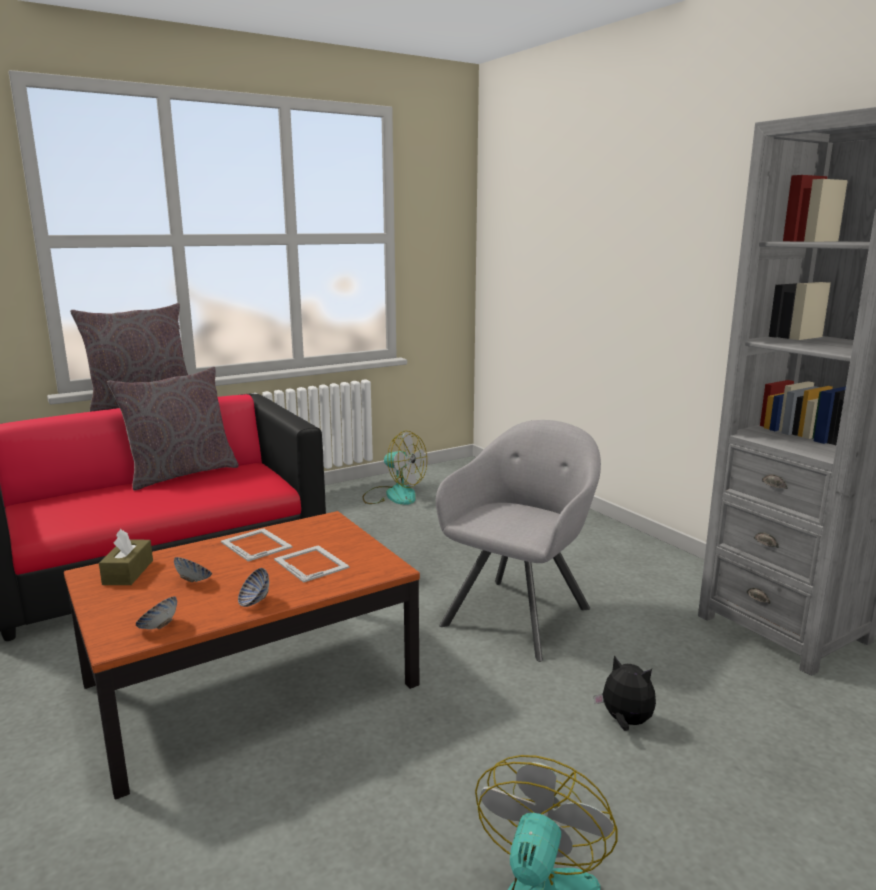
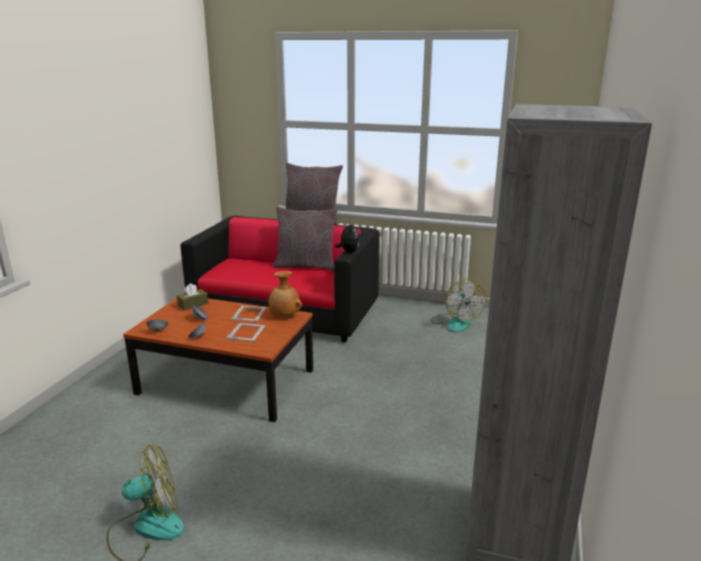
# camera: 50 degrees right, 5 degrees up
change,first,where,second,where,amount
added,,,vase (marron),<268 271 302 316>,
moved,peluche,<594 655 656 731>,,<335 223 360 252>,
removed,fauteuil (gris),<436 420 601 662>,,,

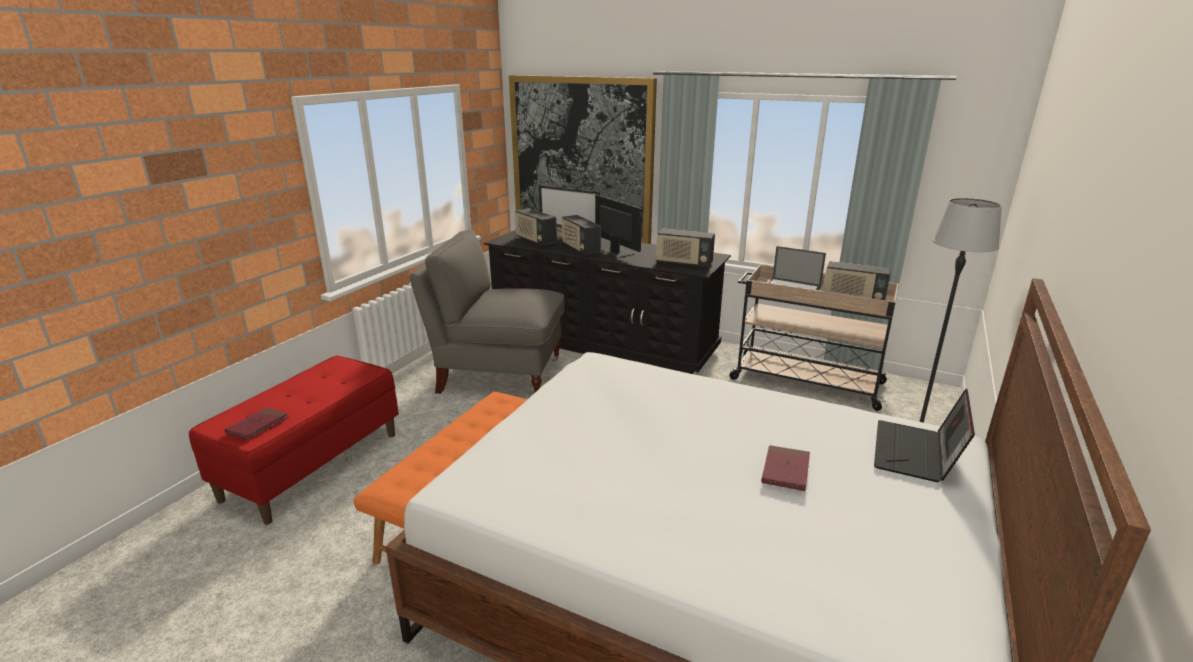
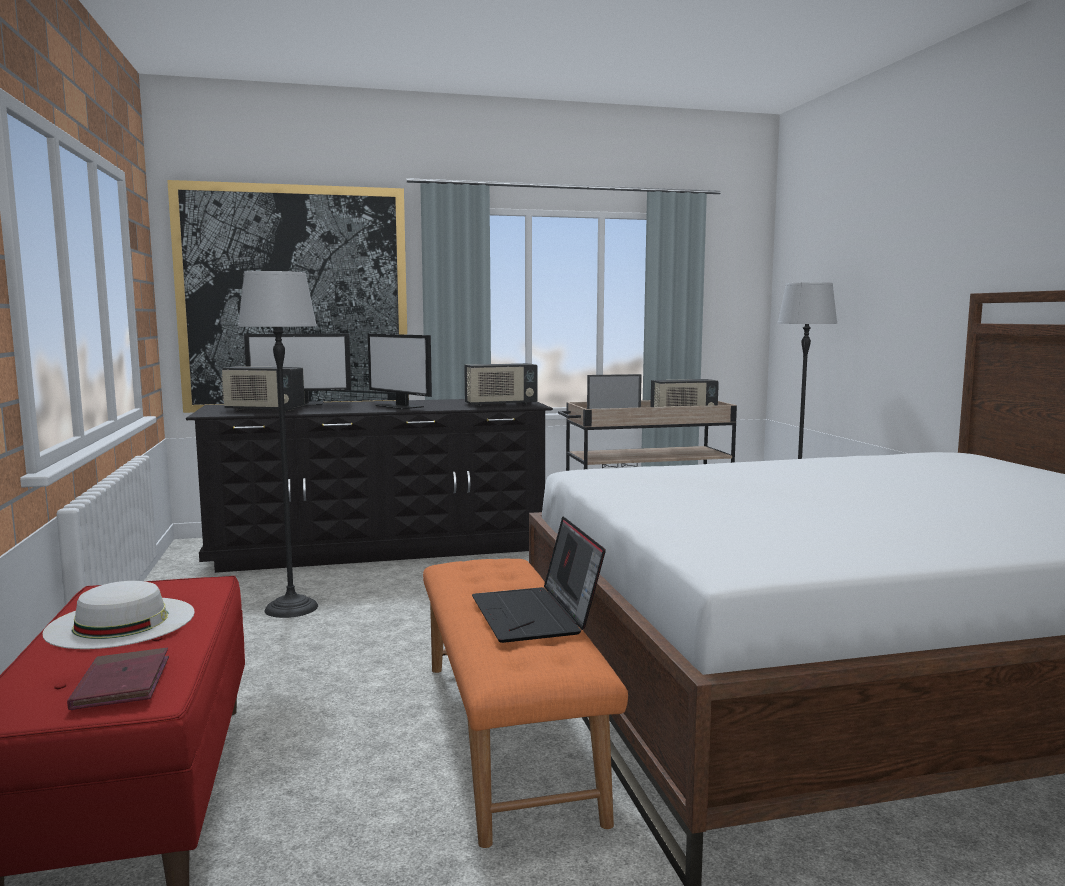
# camera: 40 degrees left, 15 degrees down
change,first,where,second,where,amount
added,,,chapeau (blanc),<42 581 195 649>,
replaced,fauteuil (gris),<410 229 565 394>,lampadaire,<238 271 318 618>,
turned,écran d'ordinateur,<595 195 642 258>,,<368 334 432 409>,150 degrees counterclockwise
moved,ordinateur portable,<874 389 975 482>,,<472 517 606 643>,
removed,radio,<561 215 601 255>,,,
removed,livre (rouge),<761 445 810 491>,,,

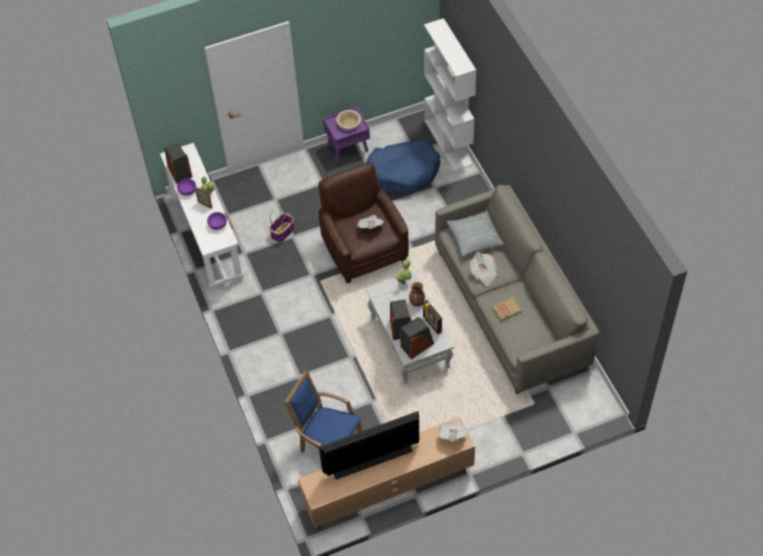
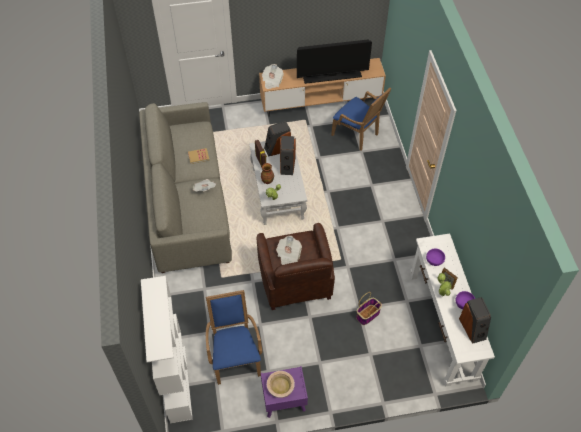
# camera: 170 degrees left, 0 degrees up
change,first,where,second,where,amount
replaced,panier pour chien (bleu),<366 140 440 194>,fauteuil (bleu),<206 290 262 385>,
removed,coussin,<446 211 504 257>,,,

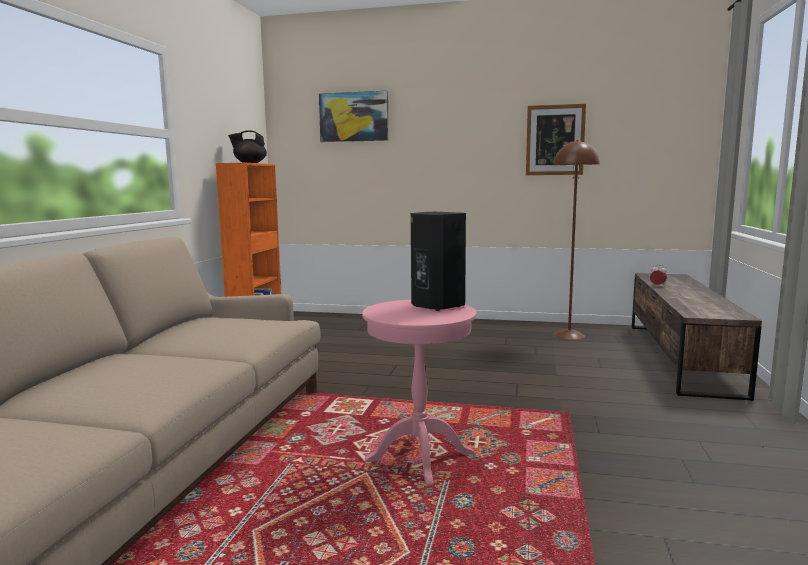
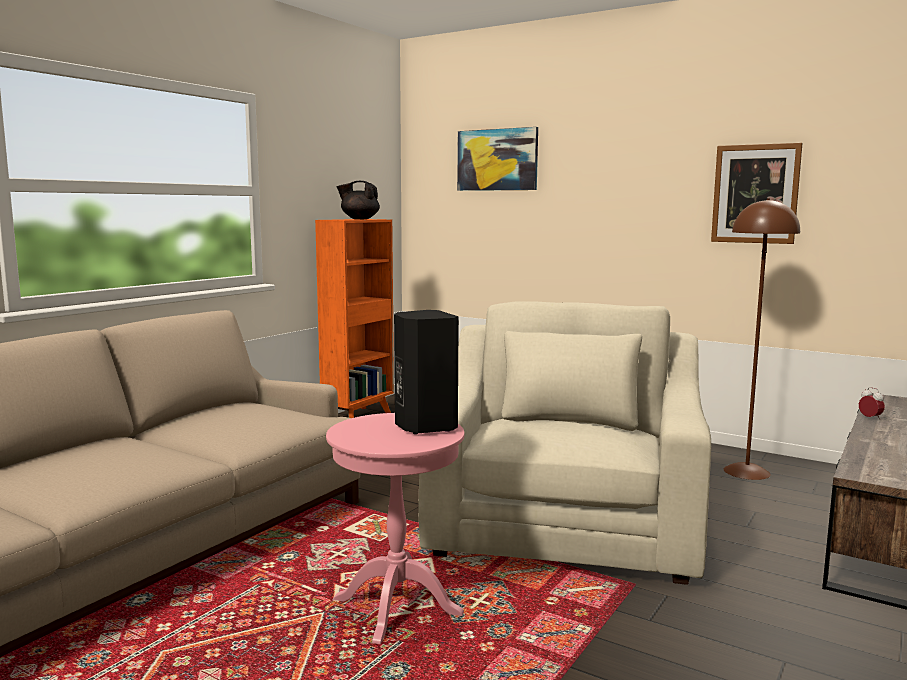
# camera: 20 degrees right, 0 degrees up
change,first,where,second,where,amount
added,,,fauteuil (beige),<418 301 711 585>,

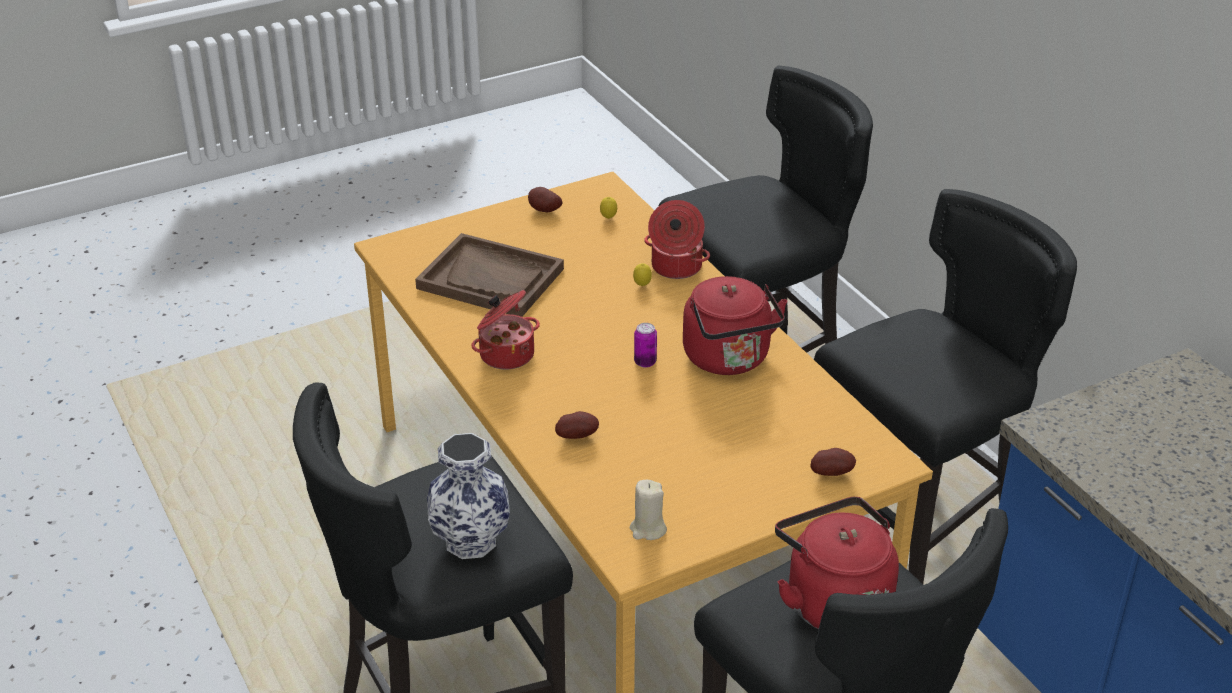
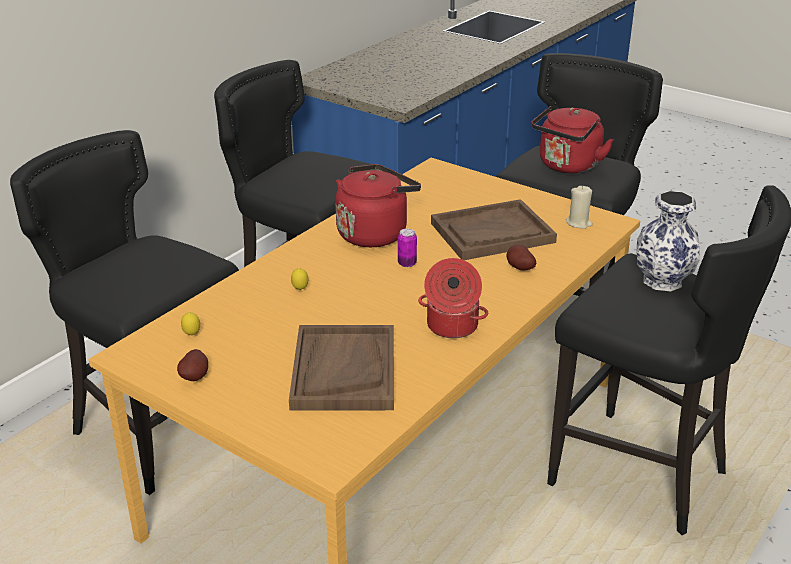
# camera: 115 degrees left, 5 degrees down
change,first,where,second,where,amount
added,,,plateau (marron),<431 199 557 260>,
removed,marmite,<644 200 710 279>,,,
removed,pomme de terre,<810 448 856 476>,,,

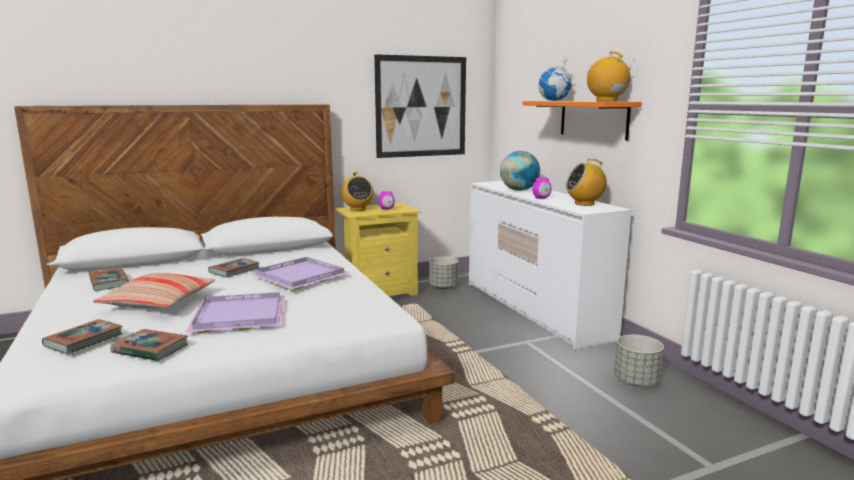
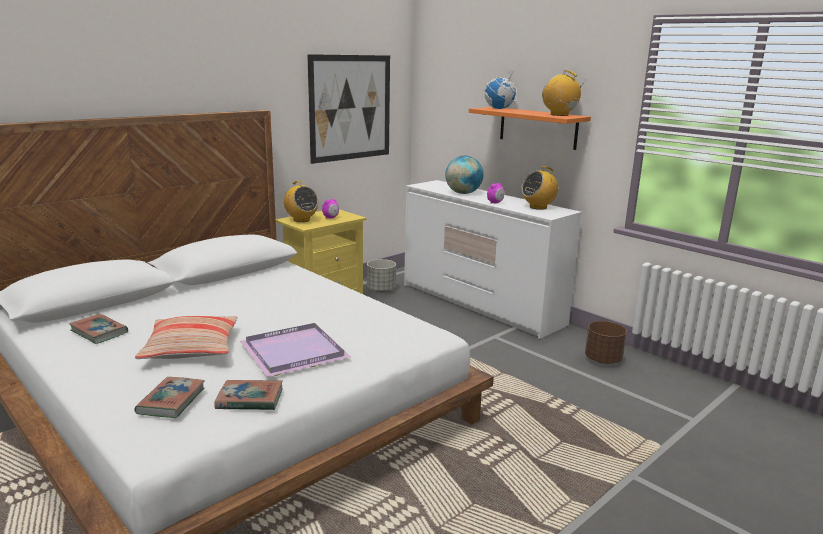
# camera: 20 degrees left, 5 degrees up
change,first,where,second,where,amount
recoloured,cache-pot (gris),<614 335 664 386>,cache-pot (marron),<585 321 627 364>,
removed,livre,<208 258 260 277>,,,
removed,plateau (violet),<251 257 350 290>,,,

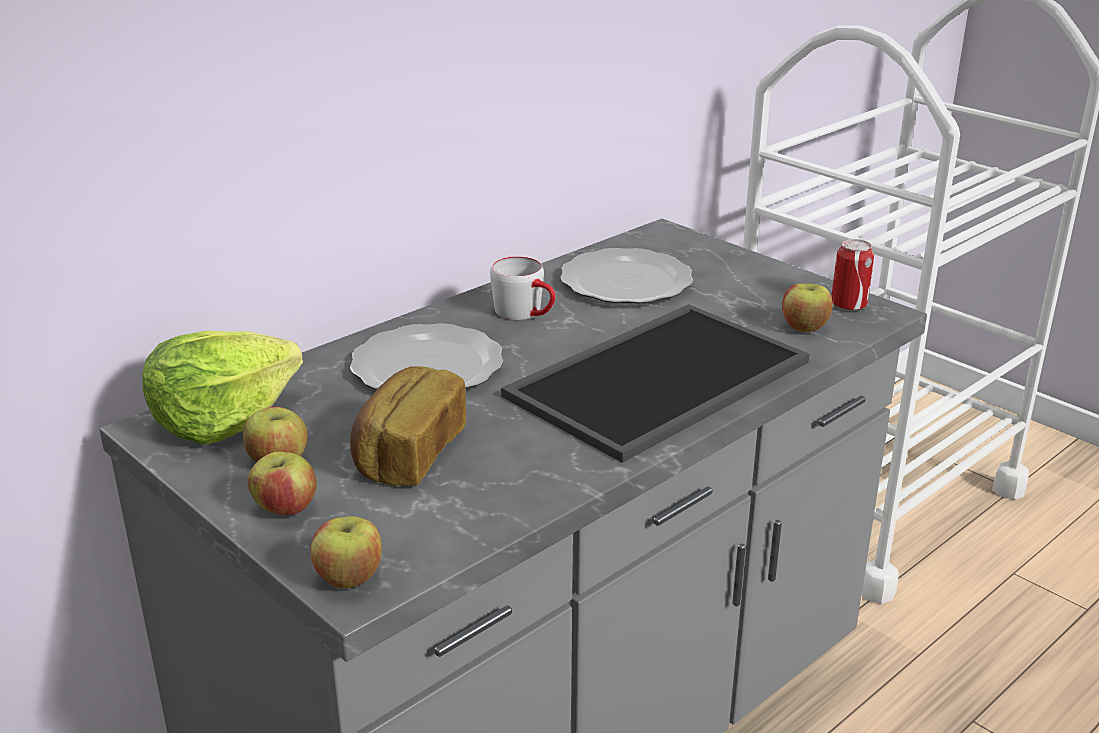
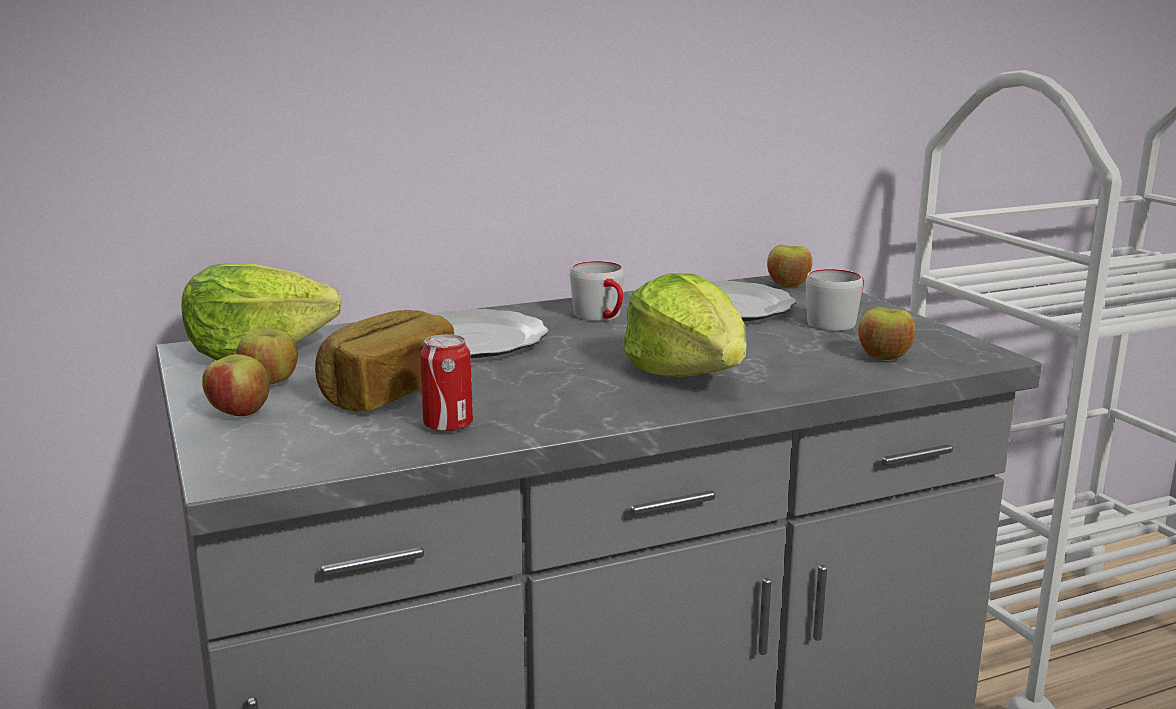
# camera: 20 degrees right, 10 degrees down
change,first,where,second,where,amount
moved,boîte métallique,<831 239 874 311>,,<420 334 473 433>,
replaced,plateau,<501 304 809 463>,laitue,<622 273 746 377>,
moved,pomme,<310 516 382 588>,,<767 245 812 287>,
added,,,mug (gris),<806 269 864 331>,

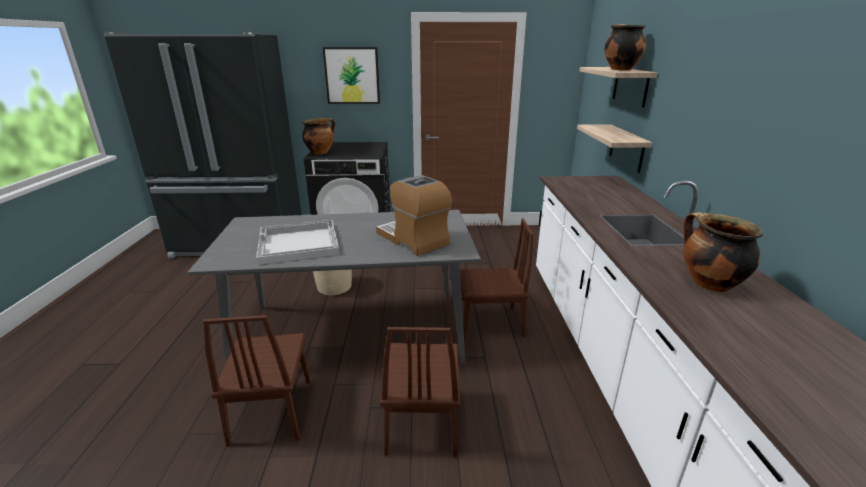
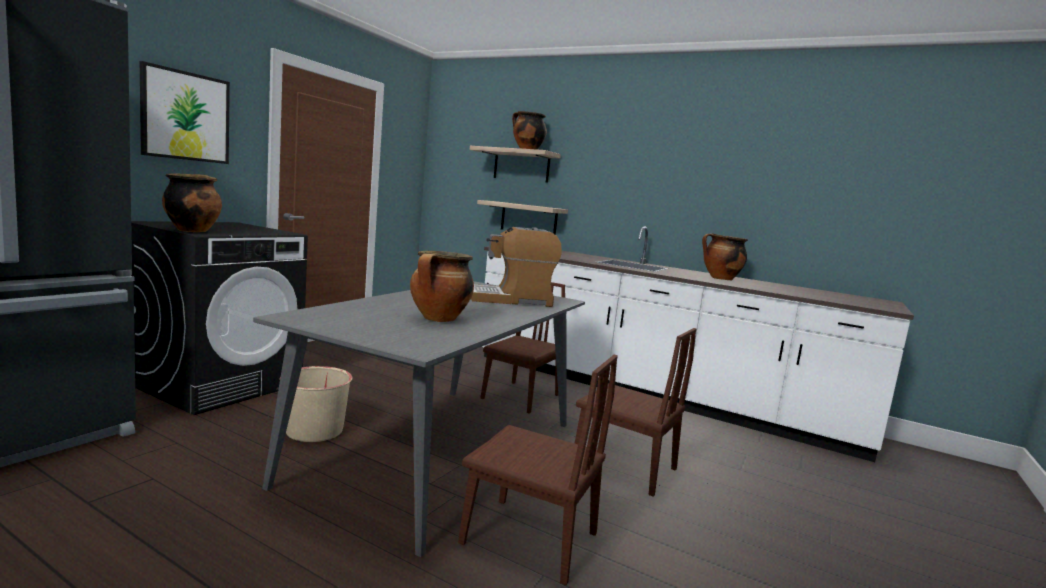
# camera: 60 degrees left, 15 degrees down
change,first,where,second,where,amount
replaced,plateau (blanc),<256 220 340 265>,marmite,<410 251 474 322>,

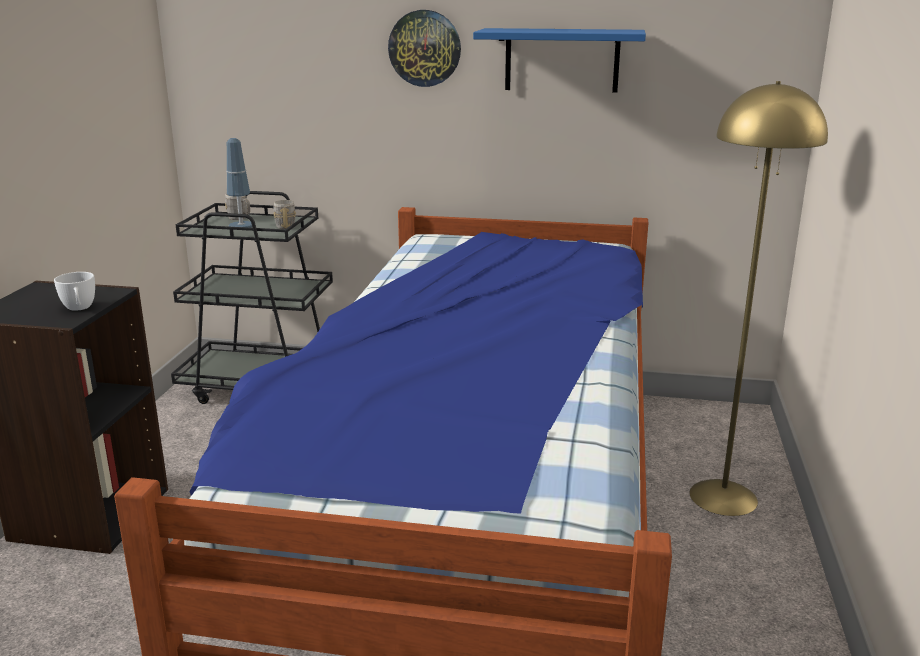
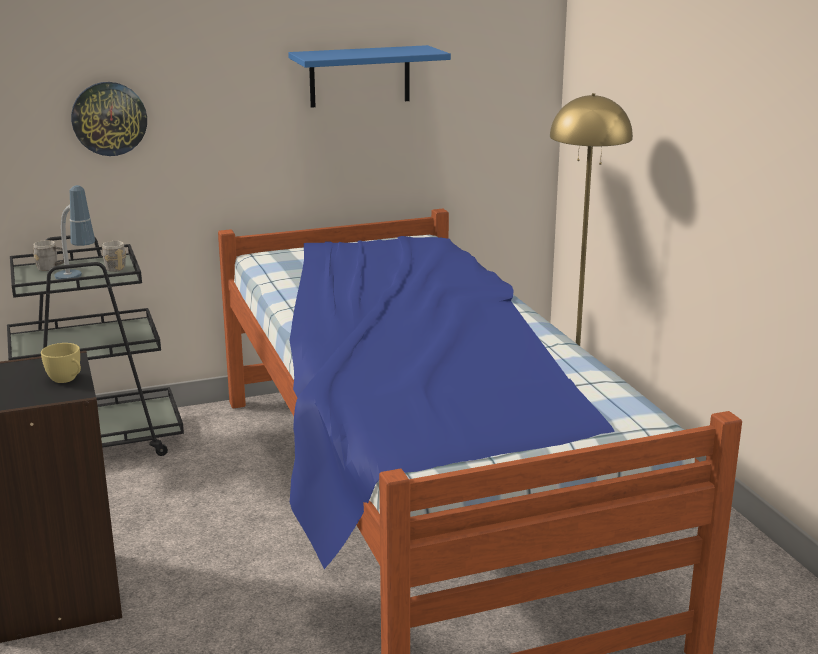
# camera: 30 degrees left, 0 degrees up
change,first,where,second,where,amount
recoloured,tasse (blanc),<54 272 95 311>,tasse (jaune),<41 343 81 383>,
moved,horloge murale,<388 10 461 87>,,<71 82 147 156>,

